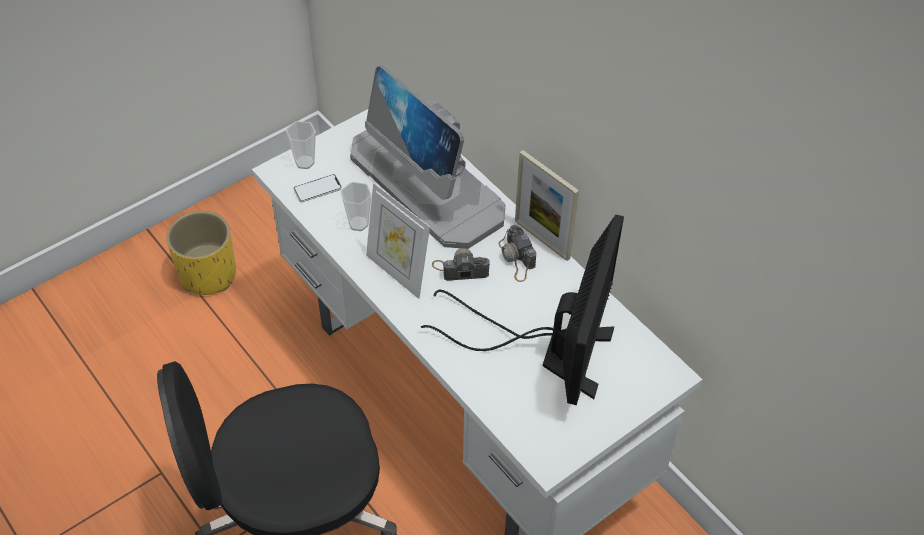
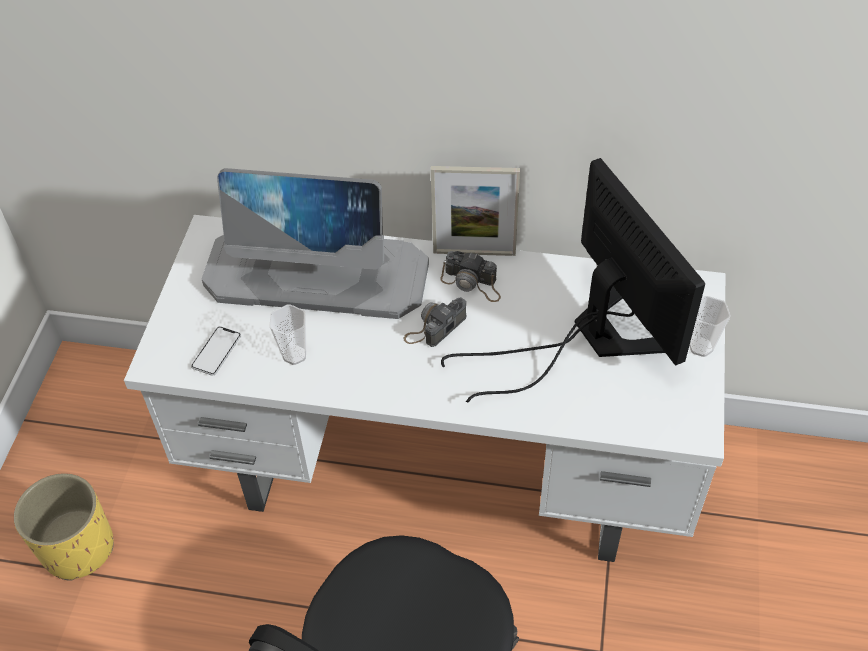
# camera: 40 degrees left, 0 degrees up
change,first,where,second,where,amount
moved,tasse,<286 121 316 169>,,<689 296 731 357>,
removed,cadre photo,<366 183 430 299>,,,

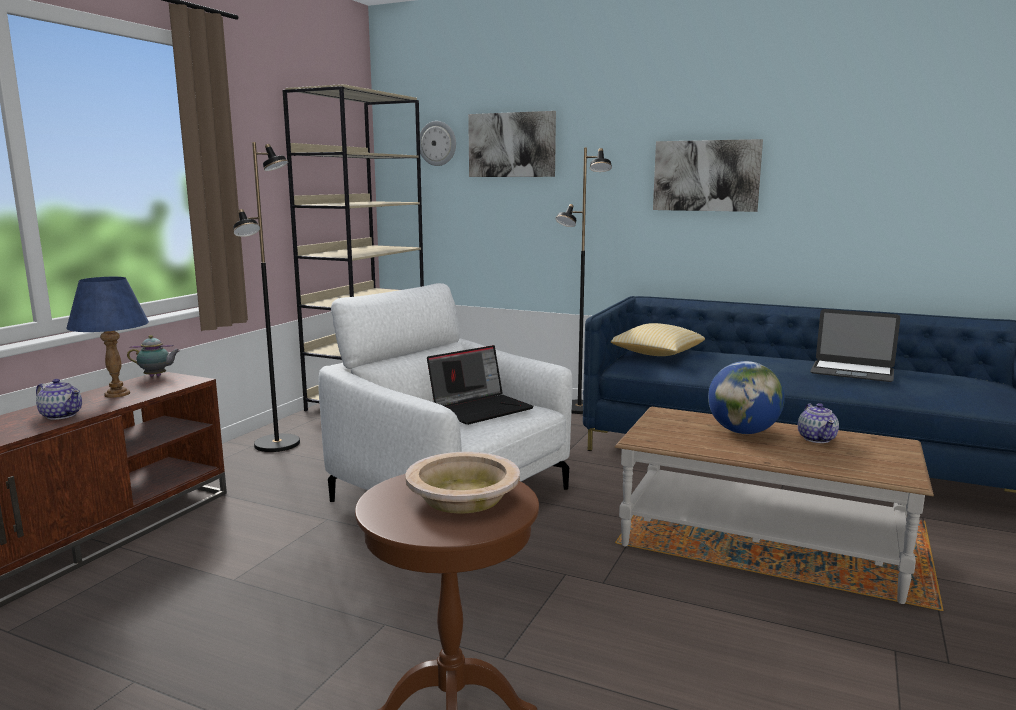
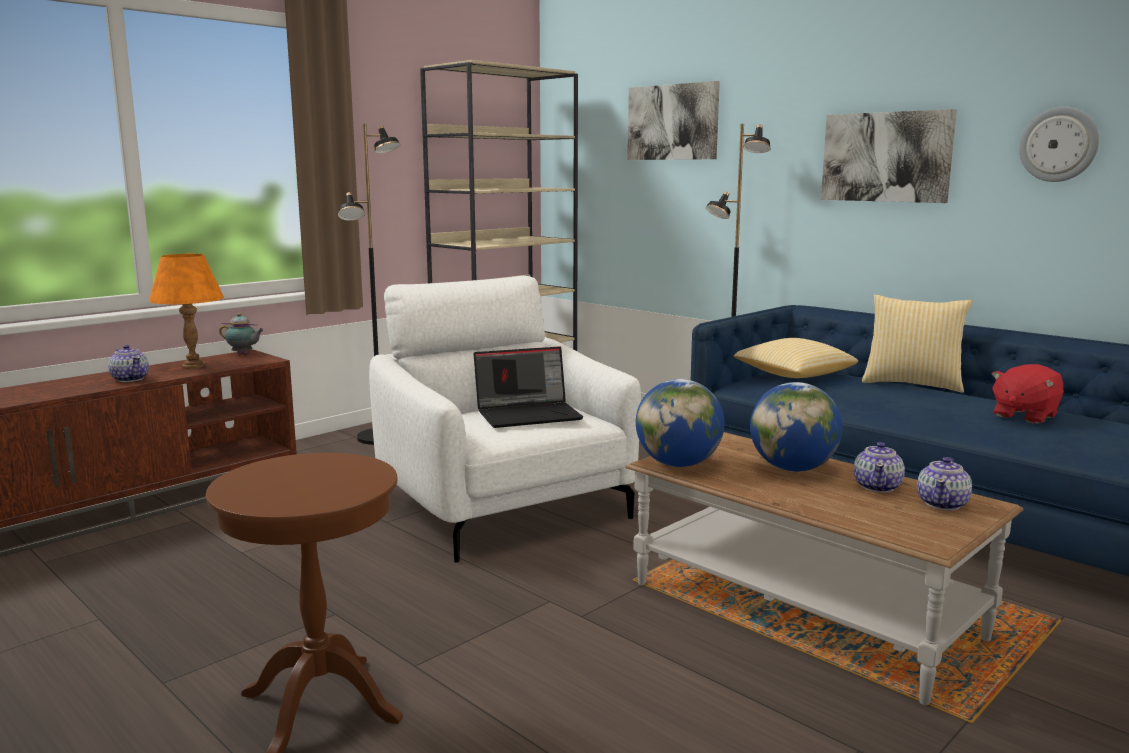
# camera: 20 degrees right, 0 degrees up
change,first,where,second,where,amount
recoloured,lampe de table (bleu),<66 277 149 398>,lampe de table (orange),<149 254 224 369>,
added,,,globe,<636 379 724 467>,
added,,,coussin,<862 294 973 393>,
added,,,théière,<917 457 972 510>,
replaced,ordinateur portable,<810 309 901 382>,peluche (rouge),<991 364 1064 424>,
moved,horloge murale,<420 121 456 166>,,<1019 107 1099 182>,
removed,bol (beige),<405 452 520 513>,,,

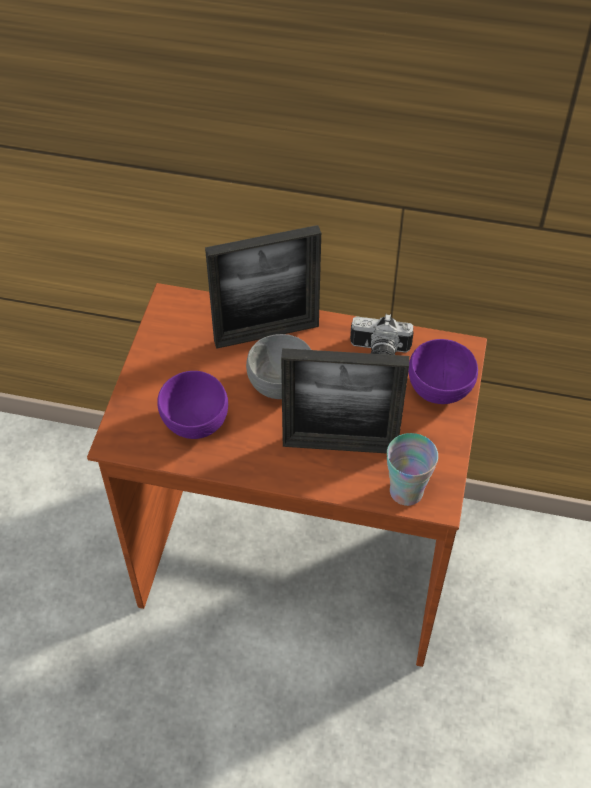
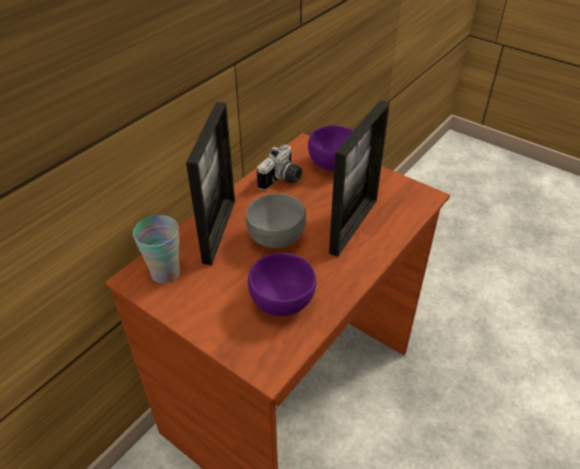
# camera: 65 degrees left, 10 degrees down
change,first,where,second,where,amount
moved,tasse,<387 433 438 506>,,<133 215 180 284>,

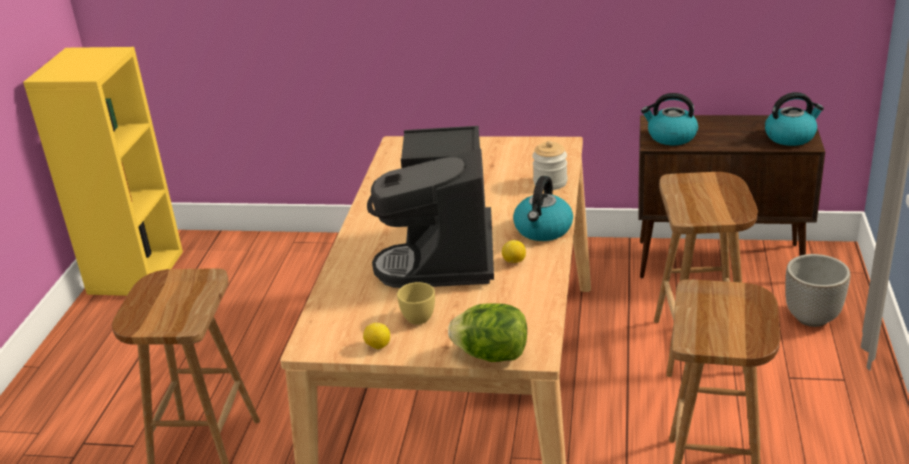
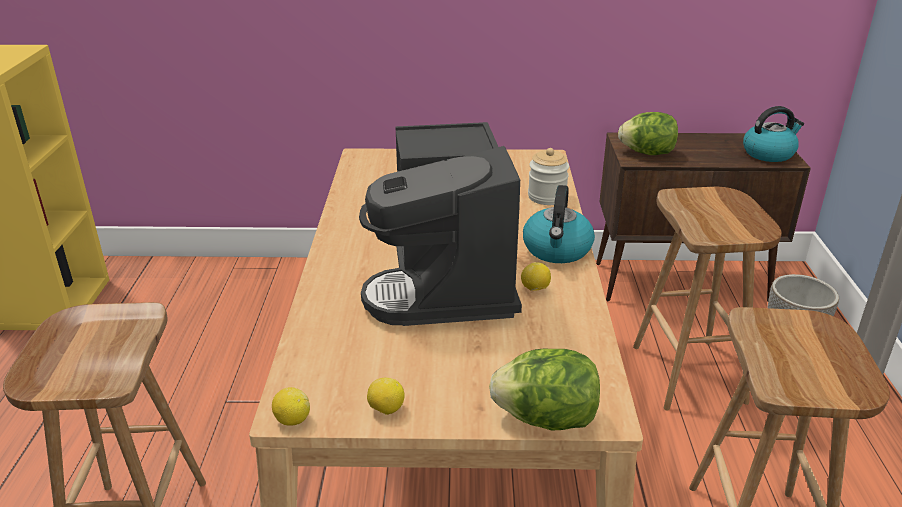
# camera: 10 degrees left, 0 degrees up
change,first,where,second,where,amount
added,,,citron,<272 387 310 426>,
replaced,bouilloire,<641 93 698 145>,laitue,<618 112 678 155>,
removed,tasse (jaune),<397 282 435 325>,,,

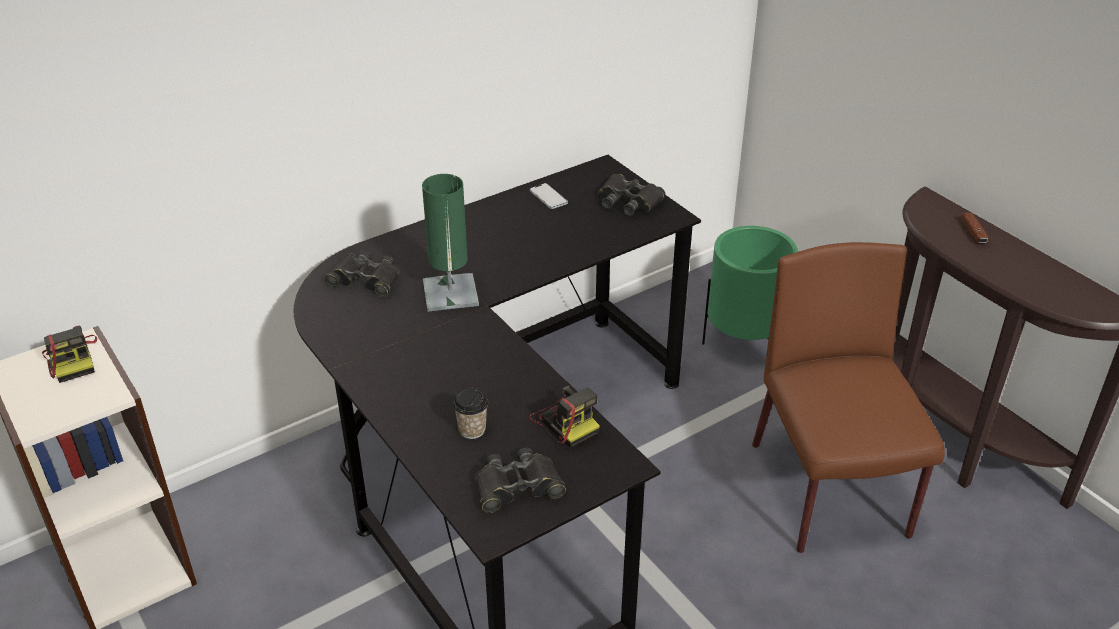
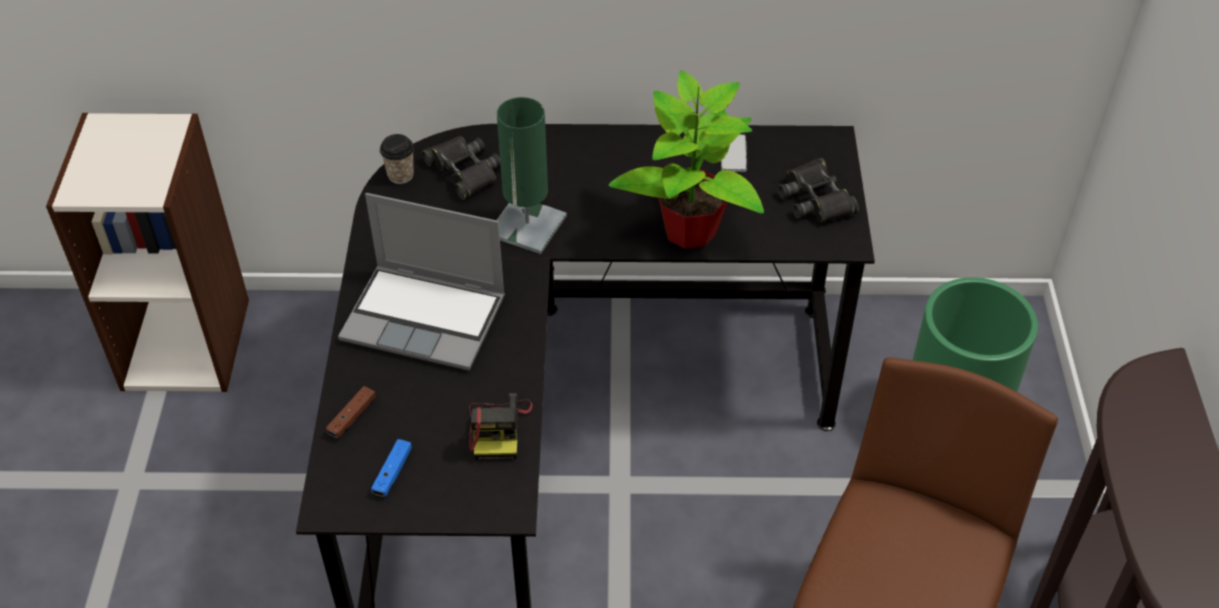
# camera: 35 degrees right, 10 degrees up
change,first,where,second,where,amount
moved,manette (marron),<961 213 989 243>,,<326 386 376 438>,
added,,,ordinateur portable,<338 193 505 371>,
replaced,jumelles (noir),<475 448 566 513>,manette (bleu),<371 439 412 497>,
moved,tasse,<453 388 488 439>,,<380 134 414 184>,
added,,,plante en pot,<609 70 764 249>,
removed,appareil photo,<42 326 97 383>,,,

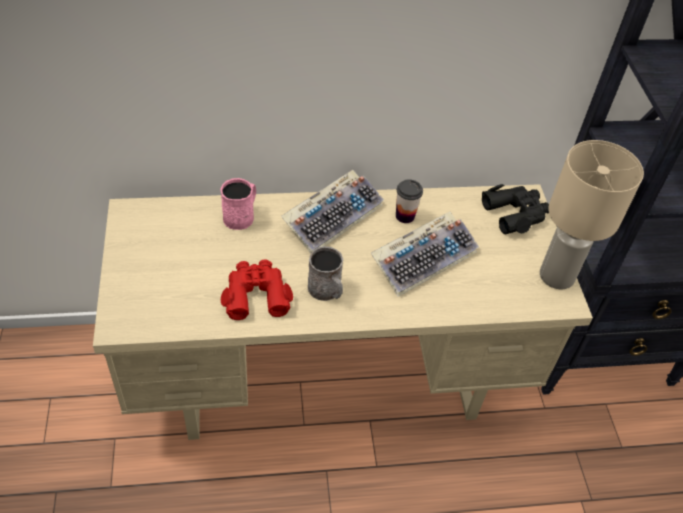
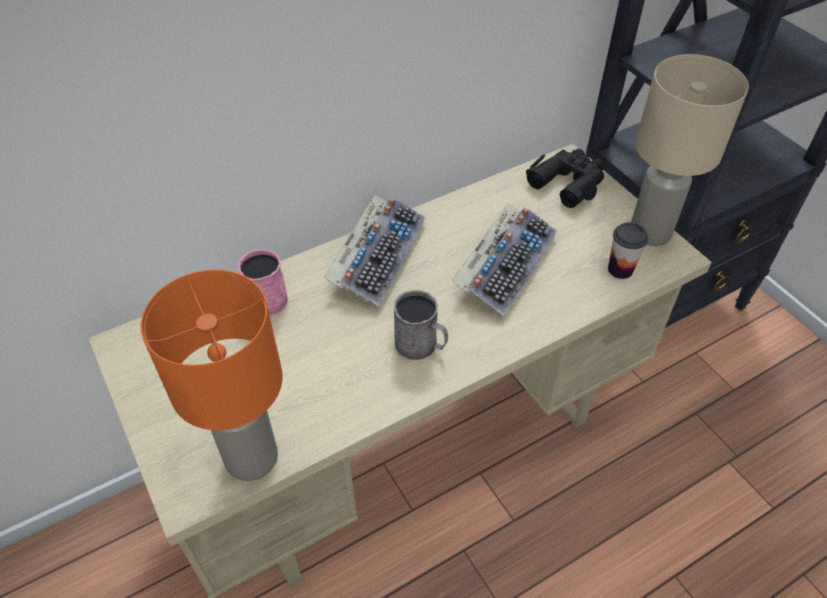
# camera: 20 degrees left, 0 degrees up
change,first,where,second,where,amount
added,,,lampe de table (orange),<141 269 283 481>,
moved,tasse,<396 179 423 223>,,<608 222 648 279>,
removed,jumelles (rouge),<221 260 293 320>,,,

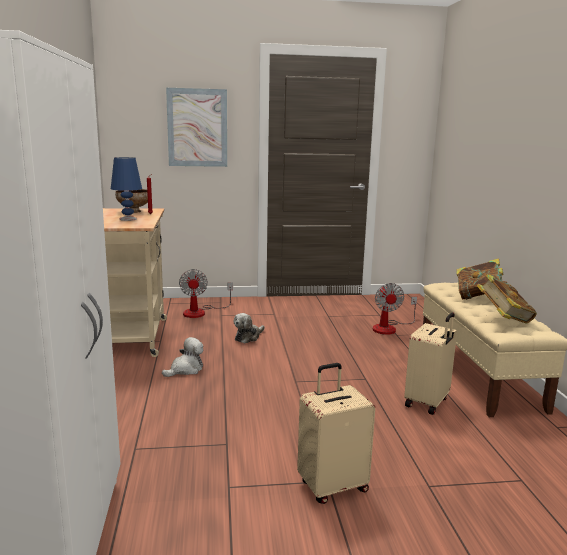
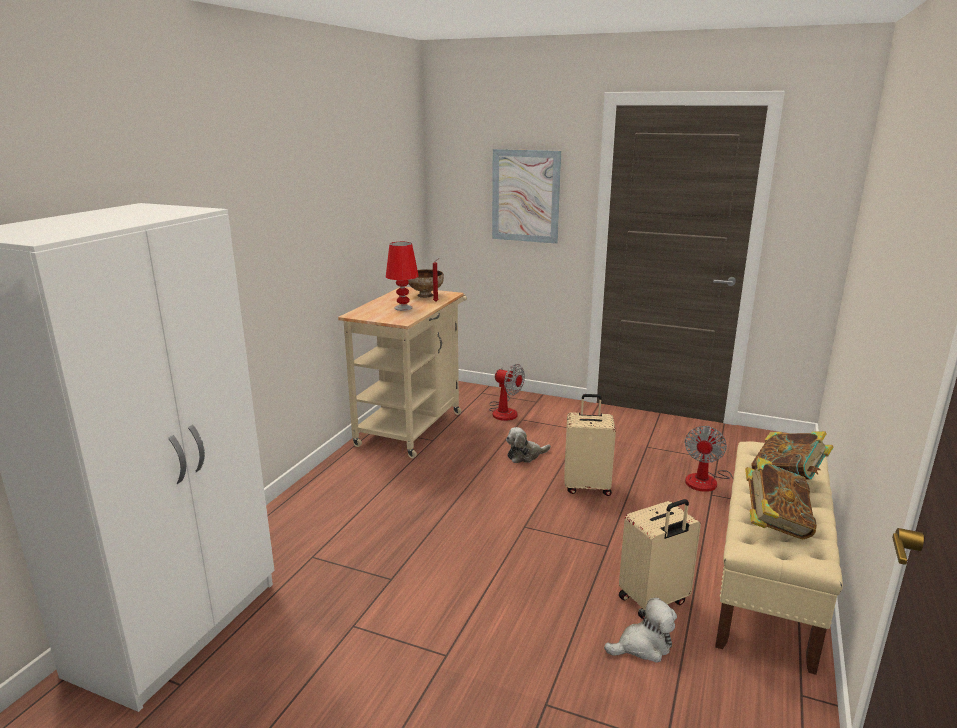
# camera: 30 degrees right, 5 degrees up
change,first,where,second,where,amount
recoloured,lampe de table (bleu),<111 157 142 221>,lampe de table (rouge),<386 242 419 311>,
turned,ventilateur,<179 269 233 318>,,<489 364 525 421>,75 degrees counterclockwise
moved,valise (beige),<297 363 375 504>,,<565 394 616 496>,
moved,peluche,<162 337 204 377>,,<604 598 677 663>,

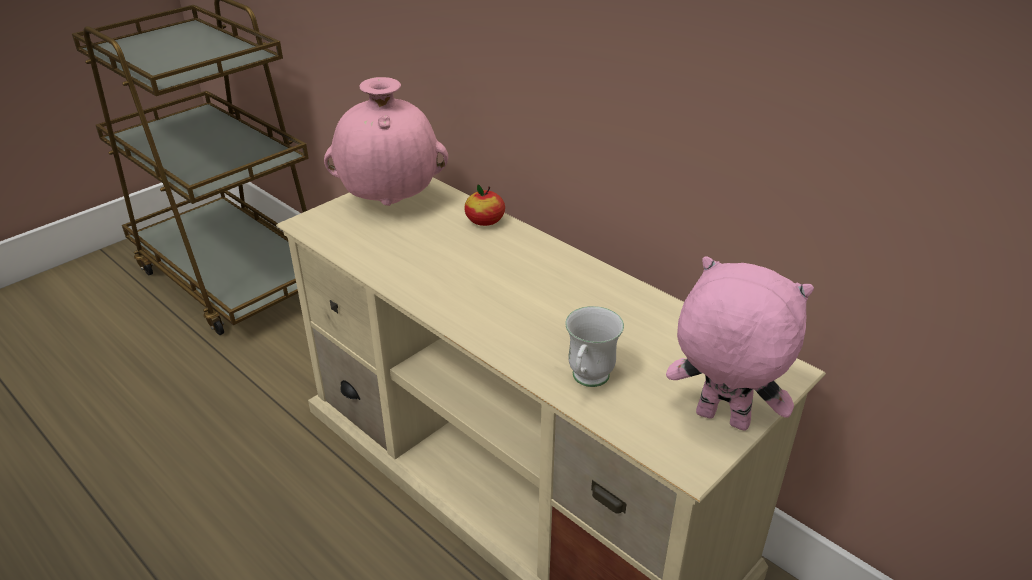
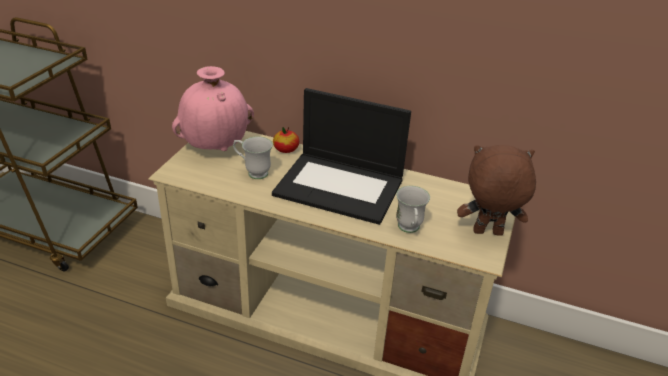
# camera: 25 degrees left, 0 degrees up
change,first,where,second,where,amount
added,,,mug (blanc),<233 136 273 179>,
added,,,ordinateur portable,<272 88 411 225>,
recoloured,peluche (rose),<666 256 814 431>,peluche (marron),<457 145 536 236>,

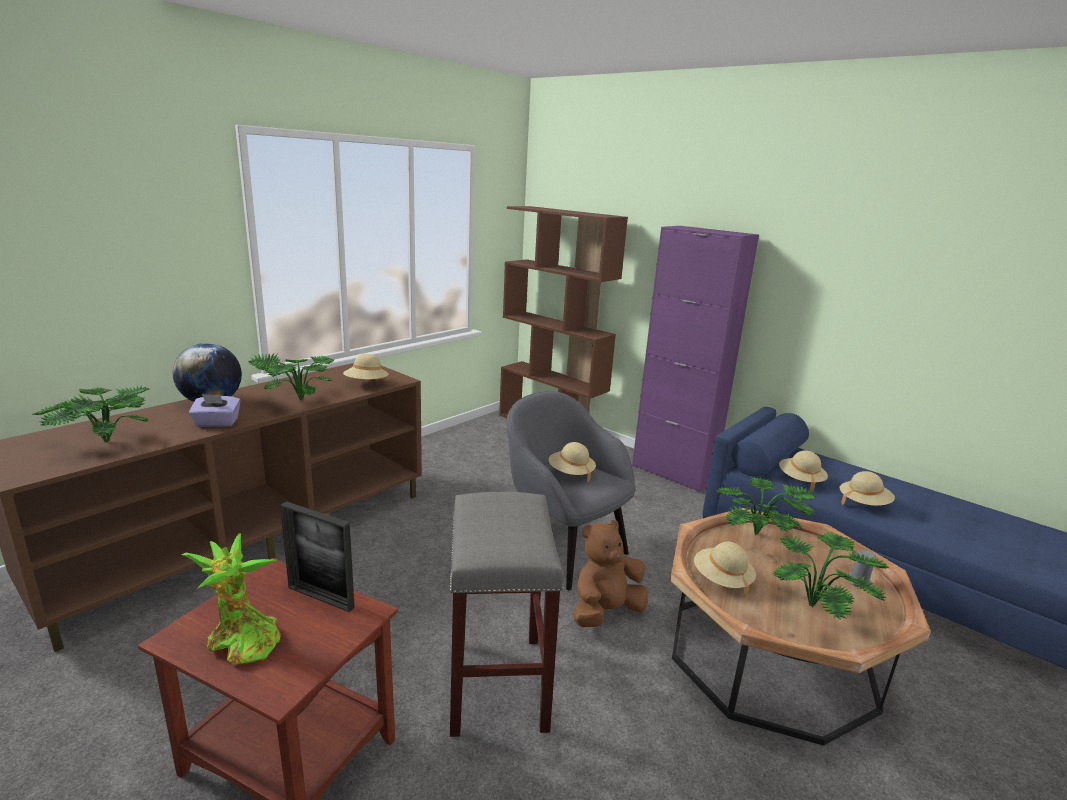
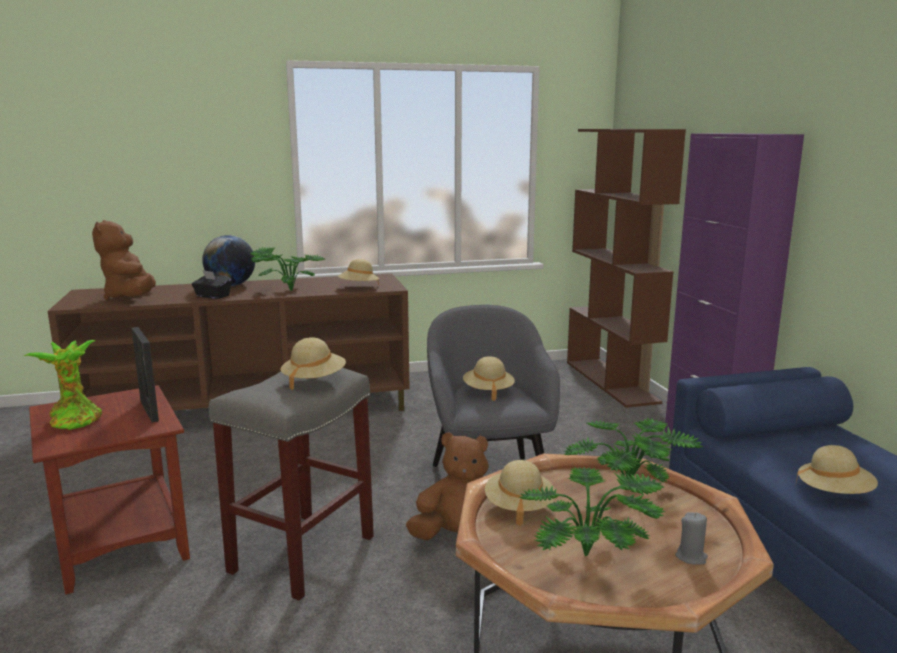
# camera: 35 degrees right, 5 degrees down
change,first,where,second,where,amount
replaced,plante en pot,<33 385 149 443>,peluche (marron),<92 220 156 300>,
recoloured,boîte à mouchoirs (violet),<189 394 240 427>,boîte à mouchoirs (noir),<192 270 232 299>,
moved,chapeau (beige),<779 451 828 491>,,<281 337 346 391>,

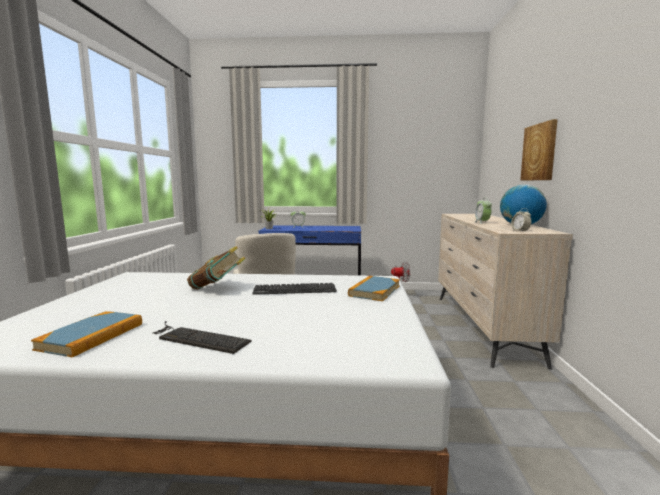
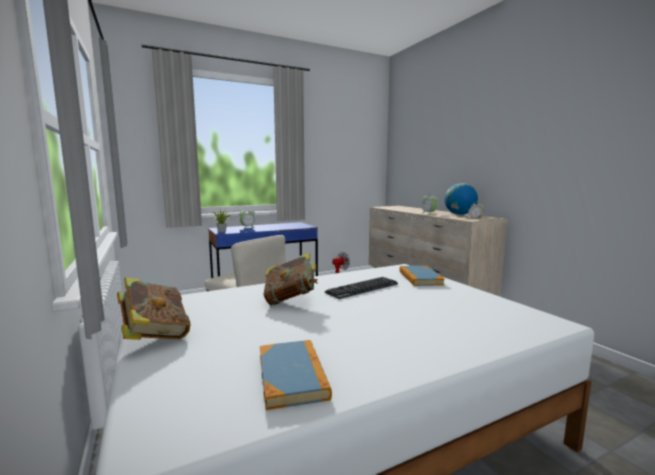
# camera: 30 degrees left, 0 degrees up
change,first,where,second,where,amount
added,,,livre,<117 277 191 340>,
removed,clavier,<153 321 252 354>,,,
removed,tableau,<520 119 558 181>,,,

